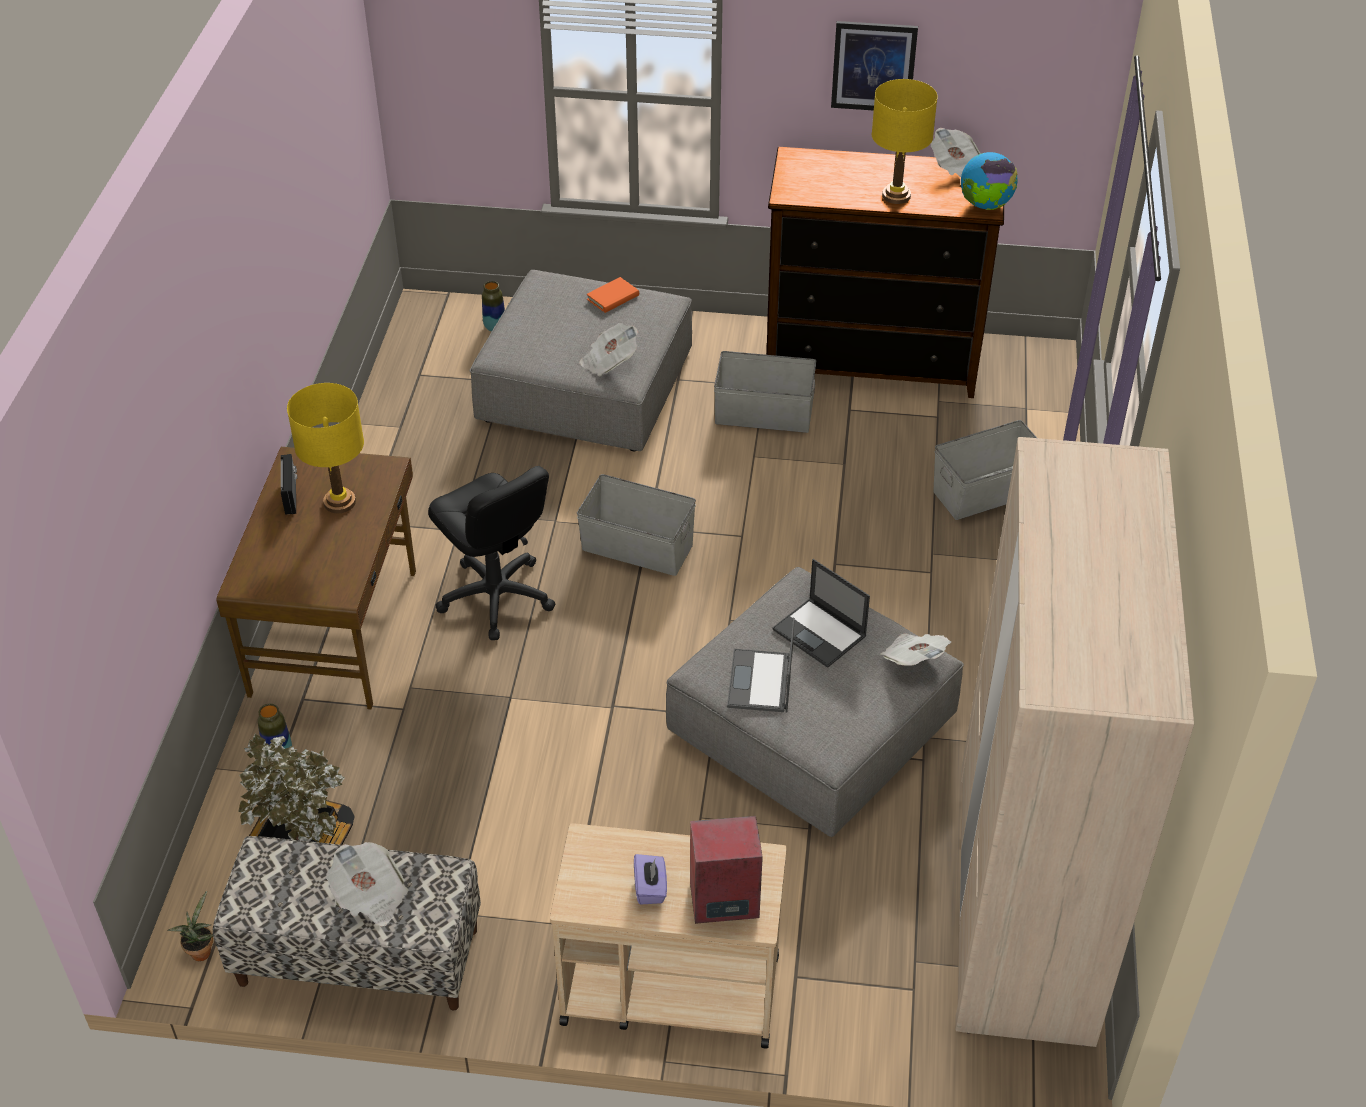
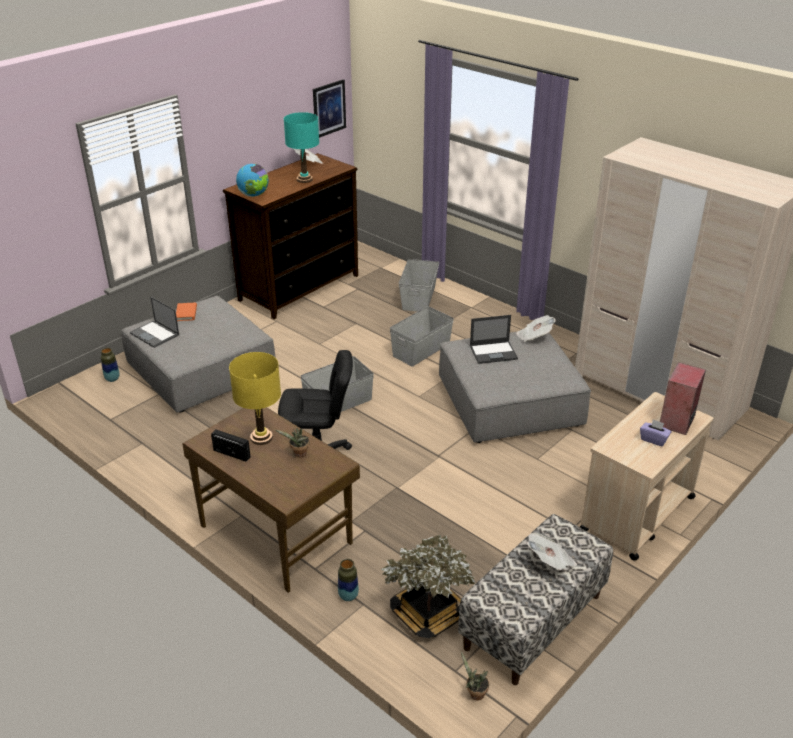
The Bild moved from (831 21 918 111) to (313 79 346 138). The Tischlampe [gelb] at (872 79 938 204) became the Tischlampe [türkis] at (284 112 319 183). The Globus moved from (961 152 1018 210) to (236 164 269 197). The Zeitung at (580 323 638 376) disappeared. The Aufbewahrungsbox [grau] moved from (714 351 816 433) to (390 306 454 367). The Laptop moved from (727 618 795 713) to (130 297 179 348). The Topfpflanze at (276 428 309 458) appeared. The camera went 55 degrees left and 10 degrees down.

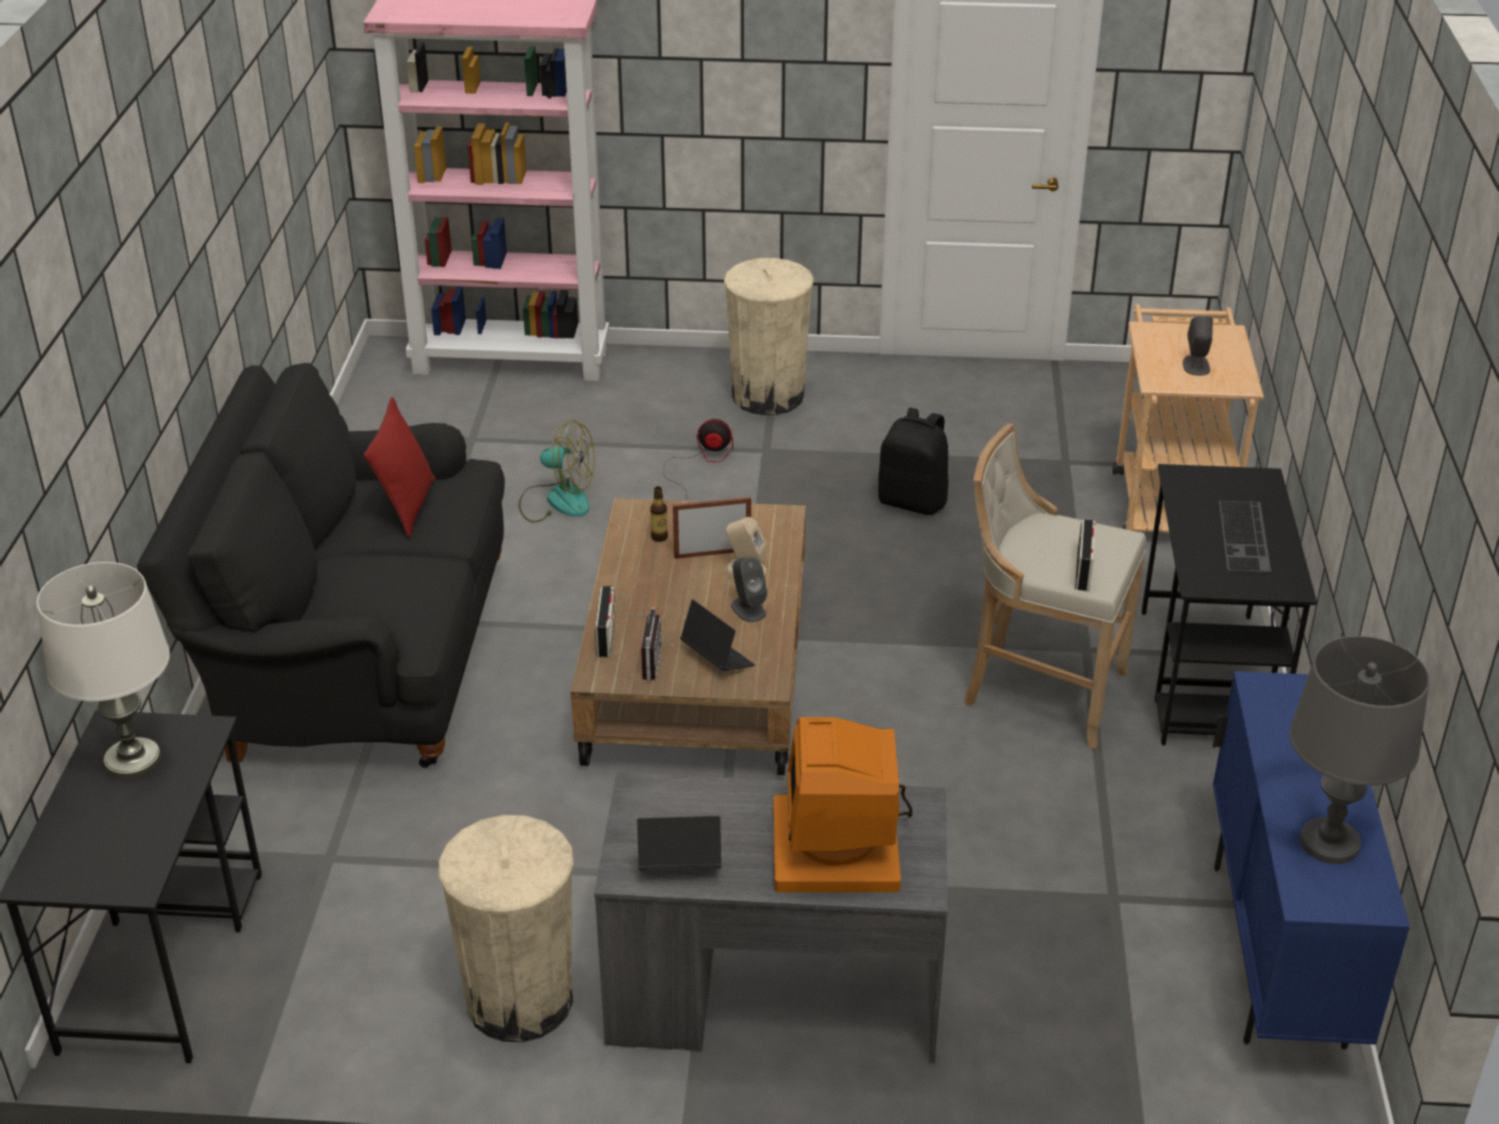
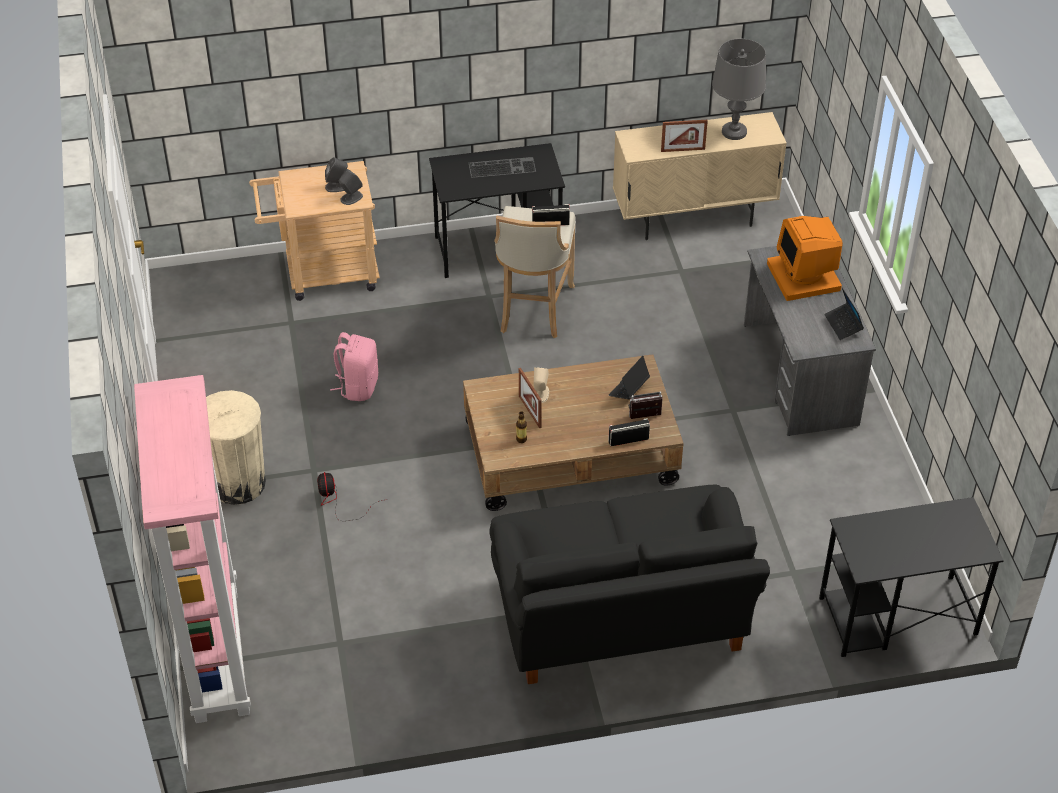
The Kissen [rot] at (364 397 435 538) disappeared. The Rucksack [schwarz] at (878 408 949 515) became the Rucksack [rosa] at (330 332 378 401). The Ventilator at (519 420 595 523) disappeared. The Lautsprecher [grau] moved from (731 557 767 622) to (339 169 363 205). The Tischlampe [weiß] at (37 562 170 780) disappeared. The Schrank [blau] at (1213 671 1410 1050) became the Schrank [beige] at (613 112 787 240). The Monitor at (774 717 913 892) turned 90 degrees clockwise. The Mülleimer [beige] at (439 815 574 1042) disappeared. The Bilderrahmen at (661 120 708 152) appeared. The camera went 105 degrees left and 10 degrees up.

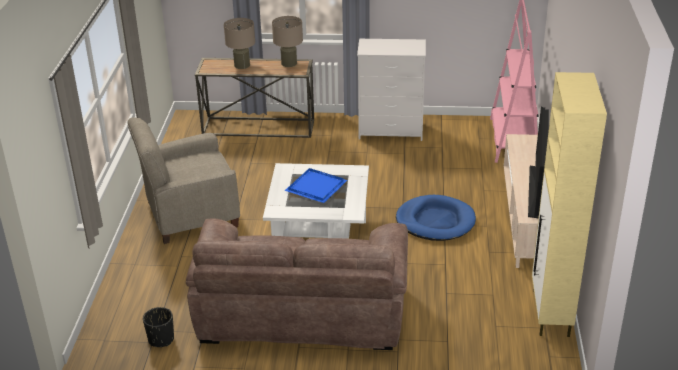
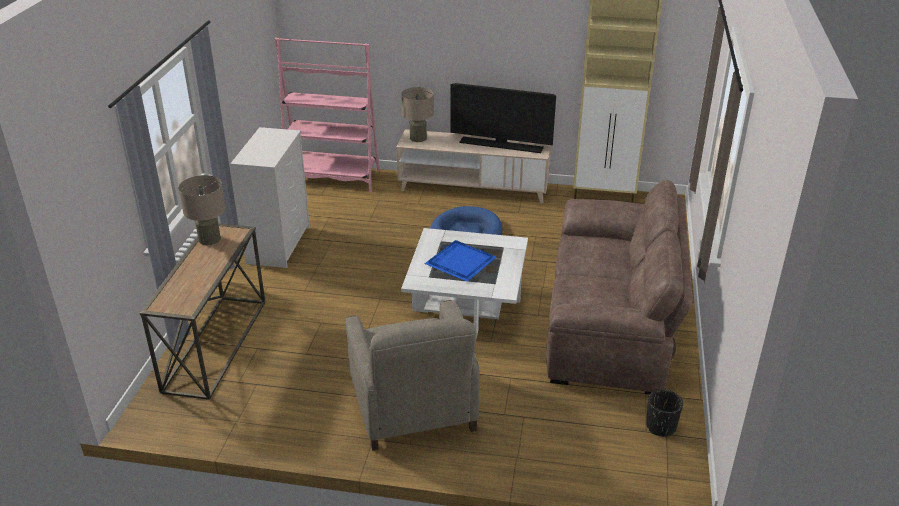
The Tischlampe [beige] moved from (224 18 255 69) to (401 87 434 142). The camera went 85 degrees left and 0 degrees up.

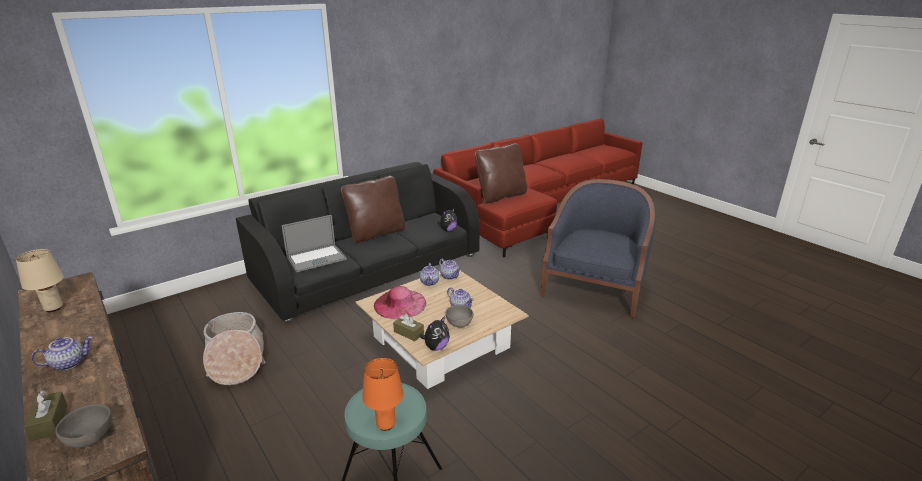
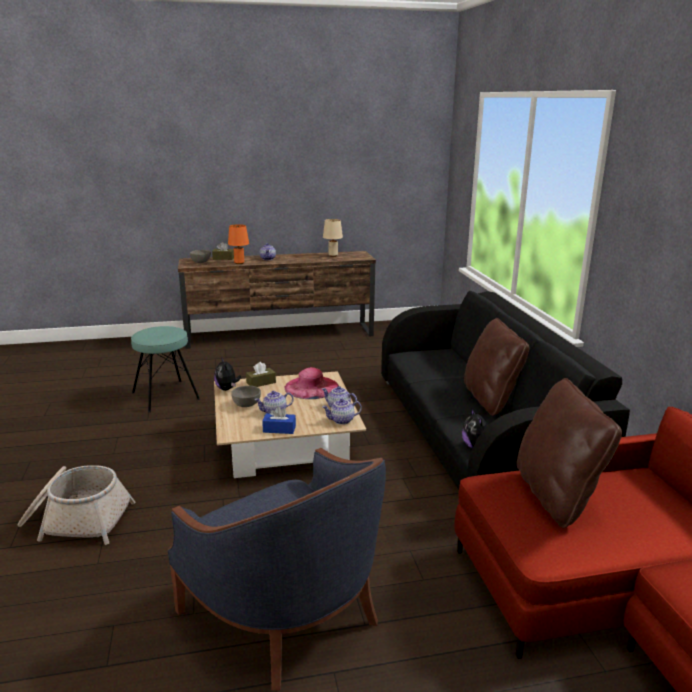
The Laptop at (282 215 347 272) disappeared. The Korb moved from (203 312 266 385) to (18 465 135 545). The Tischlampe [orange] moved from (362 358 404 431) to (228 224 249 264). The Taschentuchbox [blau] at (262 407 296 434) appeared. The camera went 115 degrees right and 5 degrees down.

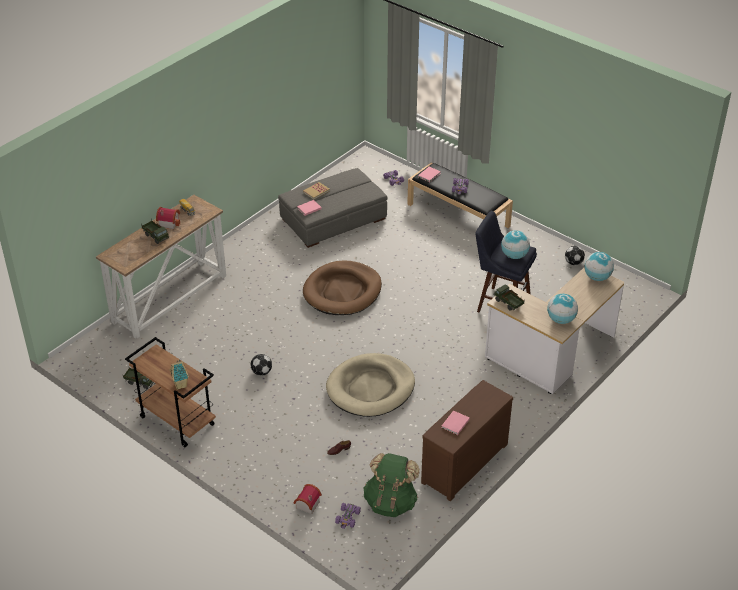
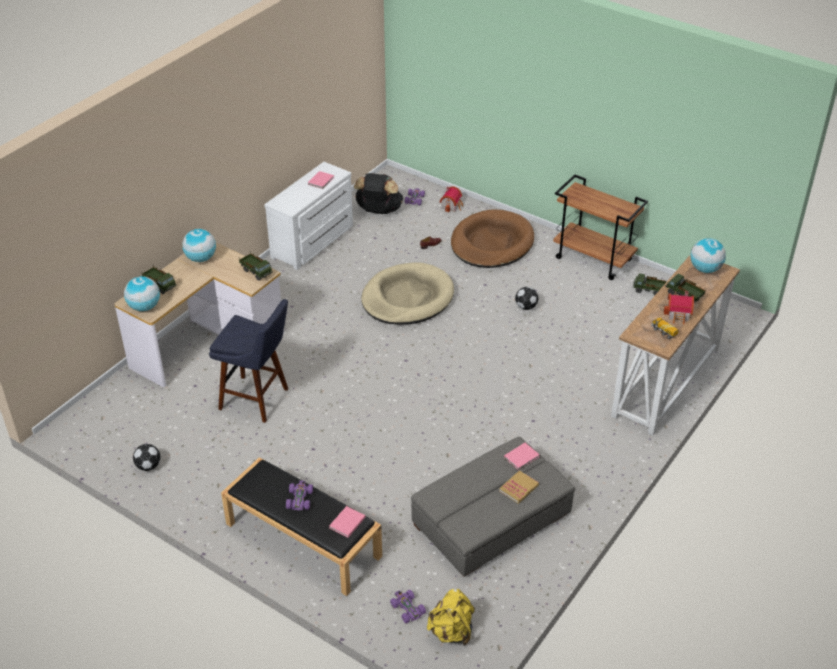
The Globus moved from (501 230 530 259) to (690 238 726 273). The Hundebett [braun] moved from (303 260 382 315) to (451 209 534 268). The Spielzeughaus at (169 359 189 390) disappeared. The Kommode [braun] at (421 380 513 501) became the Kommode [weiß] at (264 162 353 270). The Rucksack [grün] at (363 453 420 517) became the Rucksack [schwarz] at (354 173 403 214). The Spielzeuglaster at (141 266 177 294) appeared. The Rucksack [gelb] at (427 589 475 646) appeared. The camera went 175 degrees right and 0 degrees up.

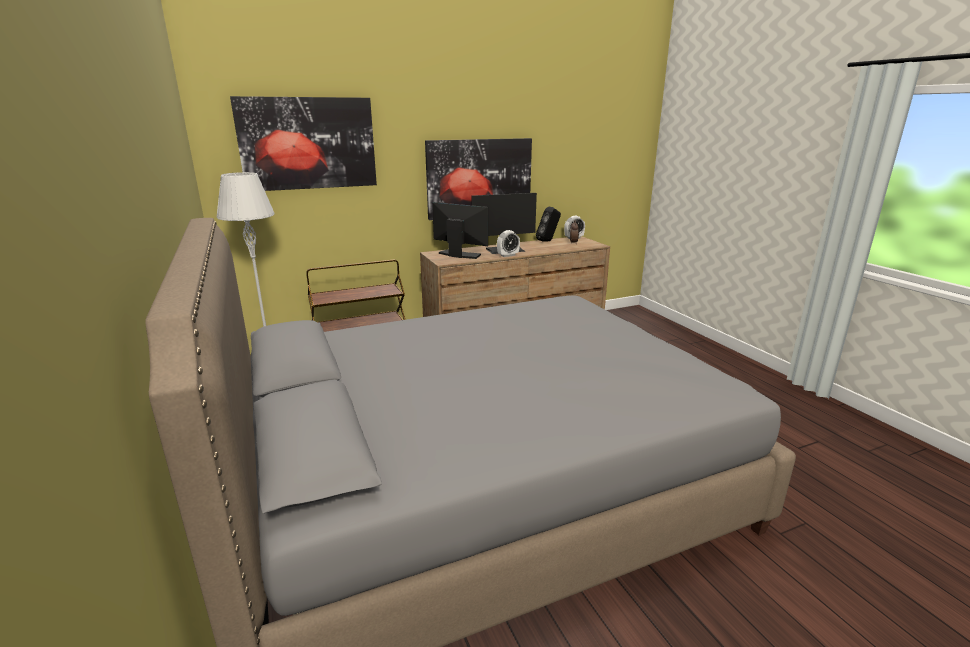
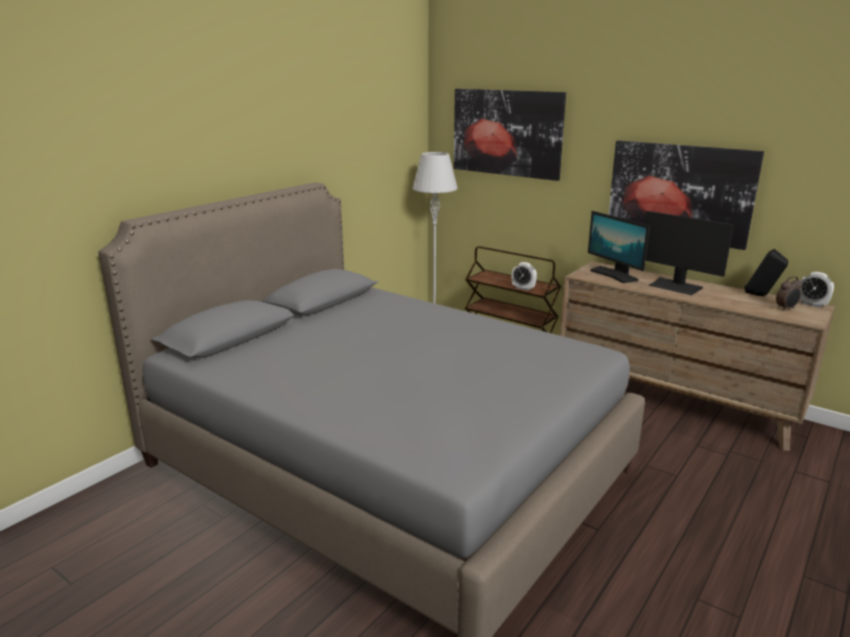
The Monitor at (432 202 488 259) turned 150 degrees clockwise. The Wecker moved from (497 230 520 257) to (512 262 537 291). The camera went 60 degrees right and 0 degrees up.

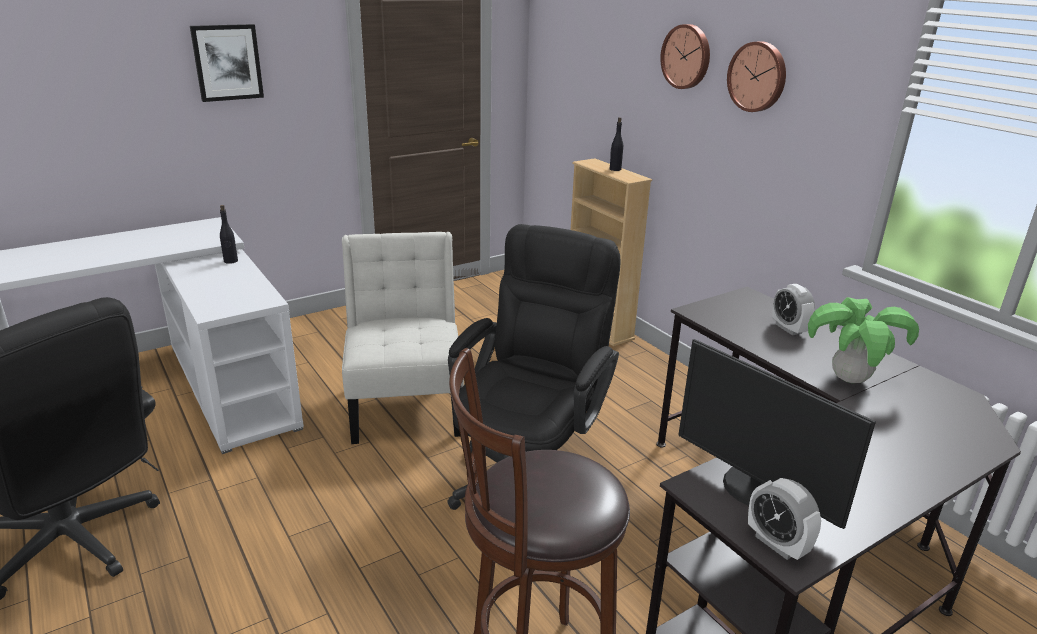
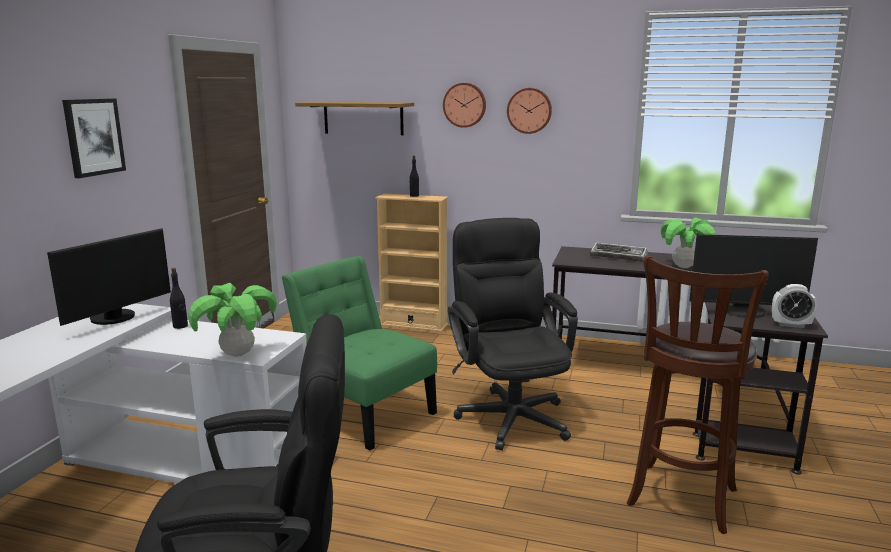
The Stuhl [weiß] at (342 232 464 444) became the Stuhl [grün] at (282 256 437 451). The Wecker at (772 284 815 335) was replaced by the Tastatur at (590 243 648 262). The Wandregal at (295 102 414 135) appeared. The Monitor at (47 228 171 326) appeared. The Topfpflanze at (188 283 277 357) appeared. The camera went 40 degrees left and 10 degrees down.

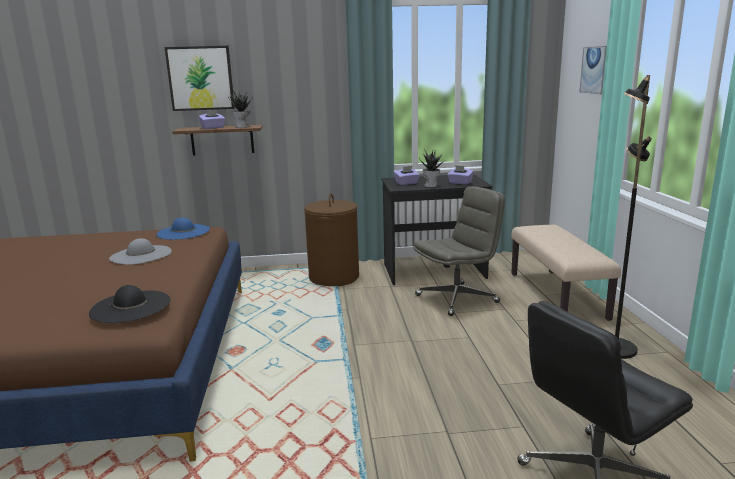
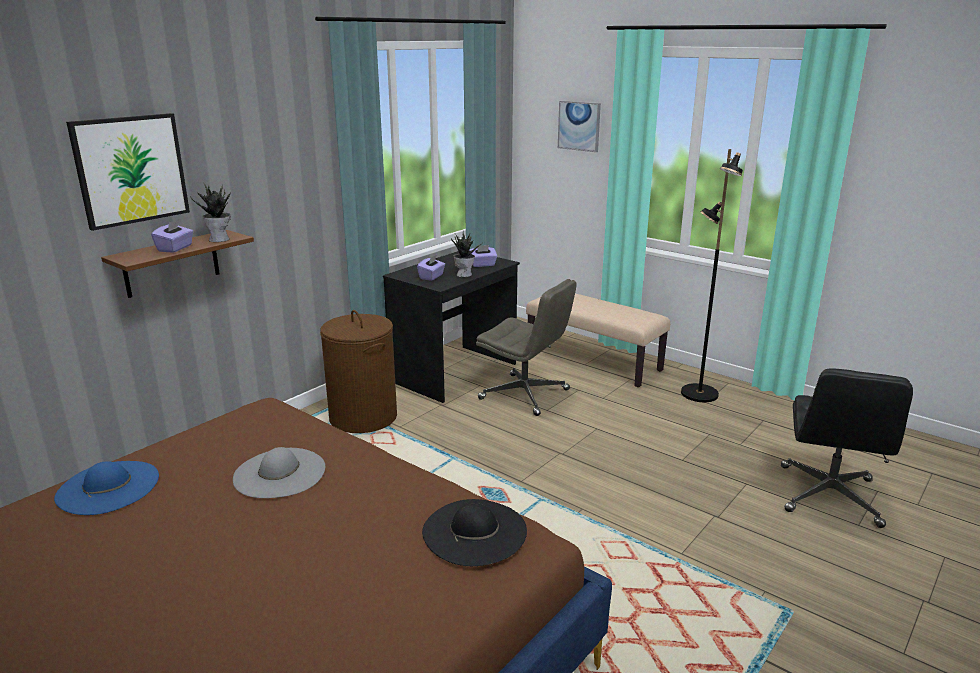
The Bürostuhl [grau] at (413 186 505 316) turned 105 degrees clockwise. The Hut [blau] moved from (157 217 210 240) to (54 461 159 515). The camera went 45 degrees left and 5 degrees up.

